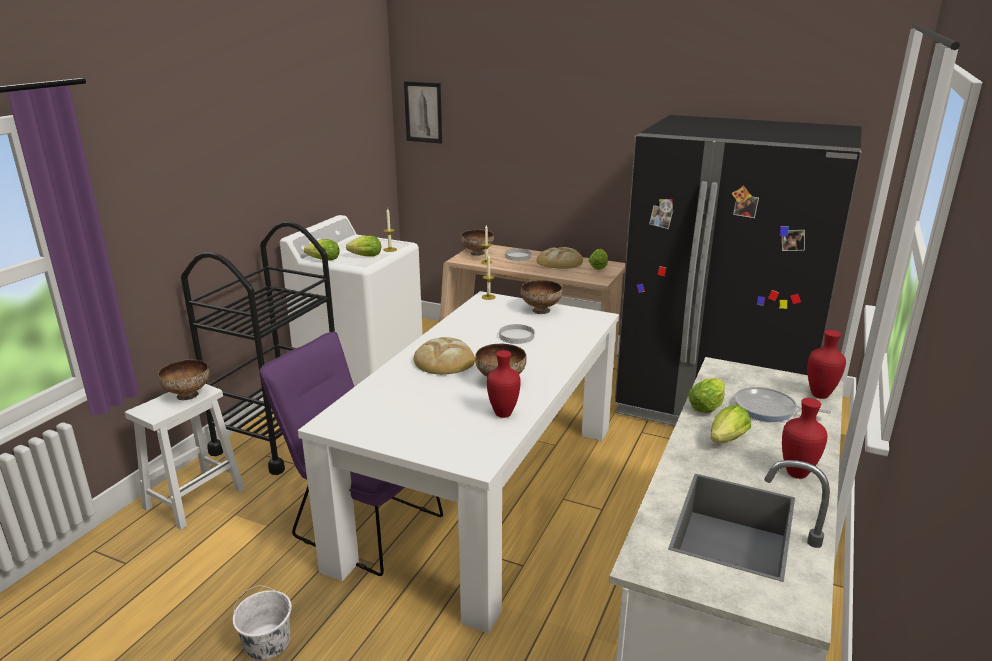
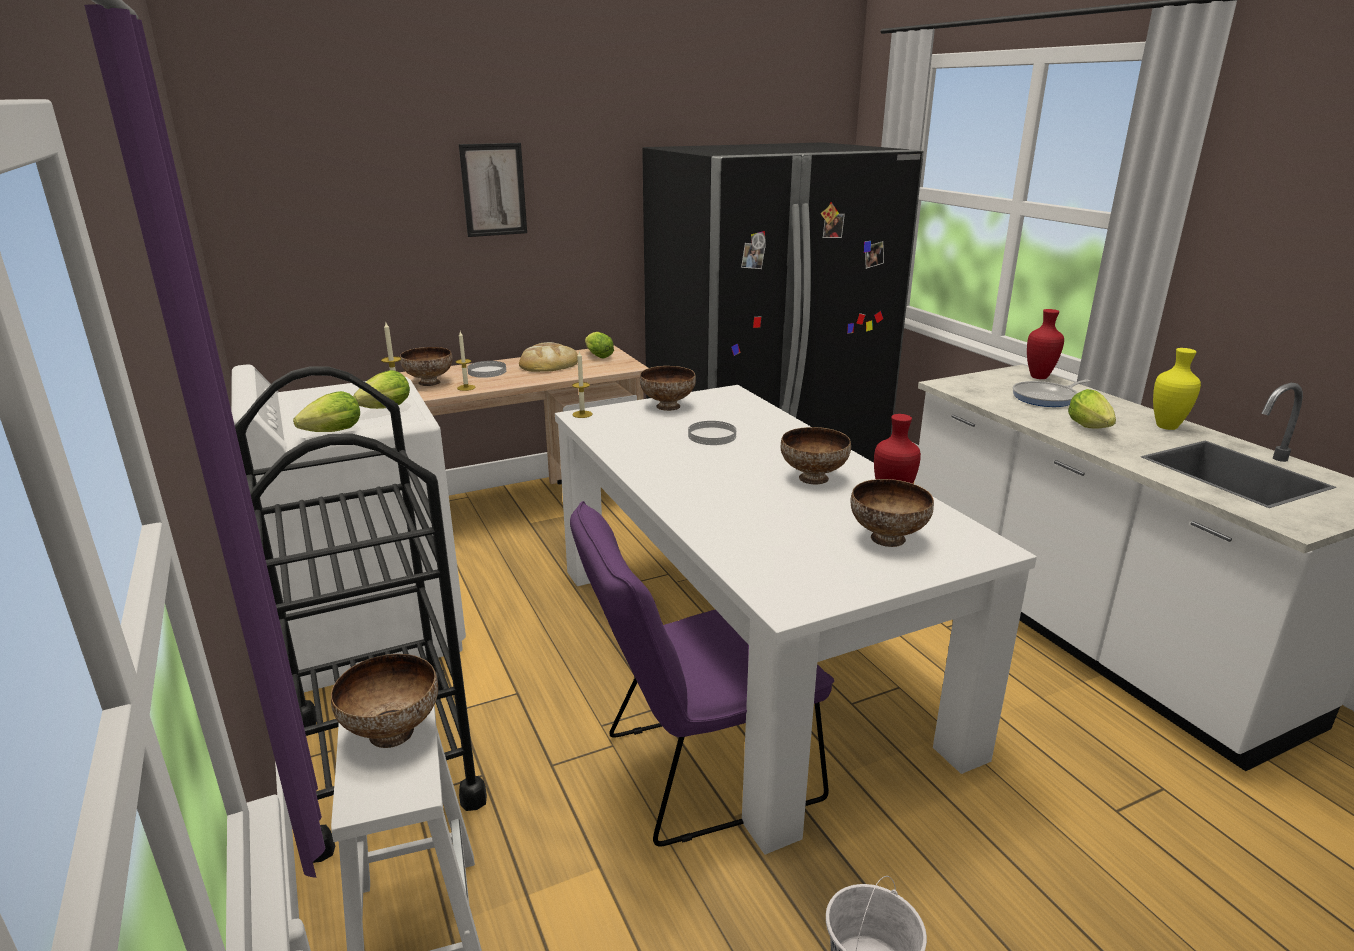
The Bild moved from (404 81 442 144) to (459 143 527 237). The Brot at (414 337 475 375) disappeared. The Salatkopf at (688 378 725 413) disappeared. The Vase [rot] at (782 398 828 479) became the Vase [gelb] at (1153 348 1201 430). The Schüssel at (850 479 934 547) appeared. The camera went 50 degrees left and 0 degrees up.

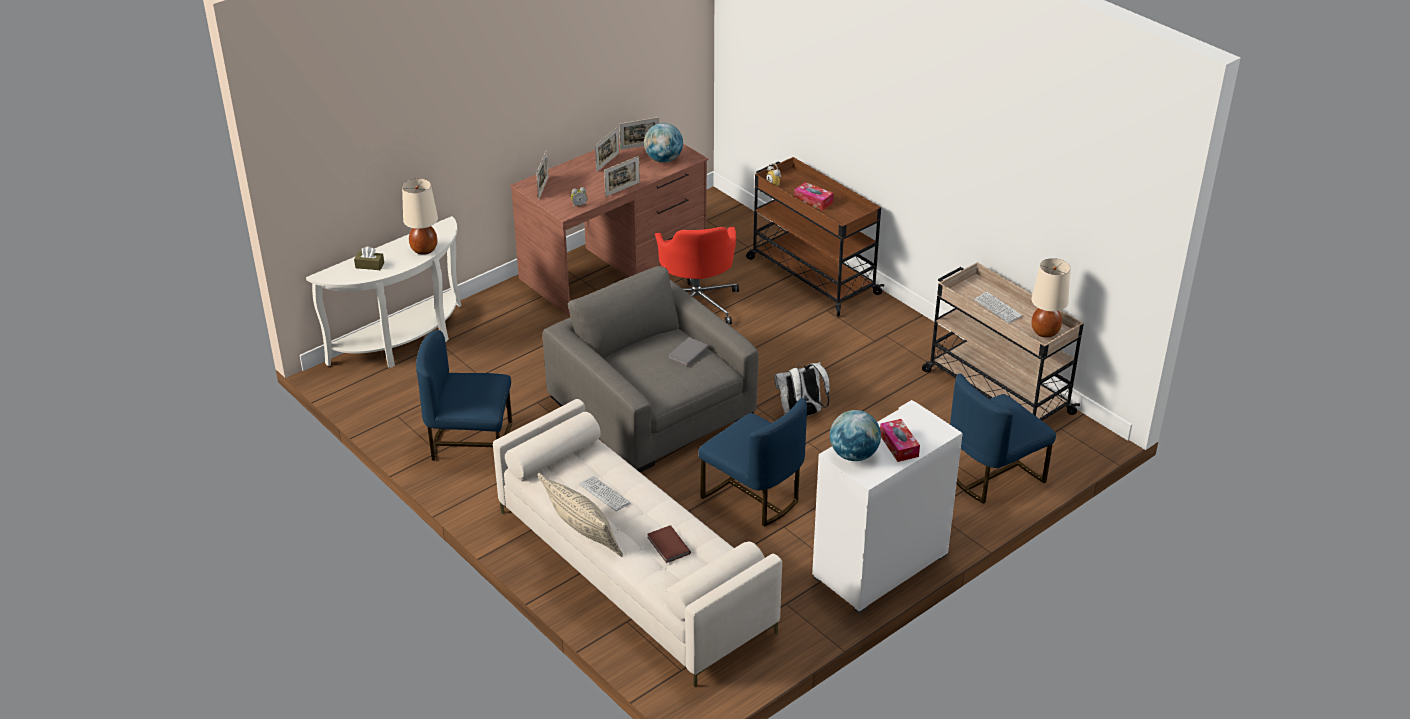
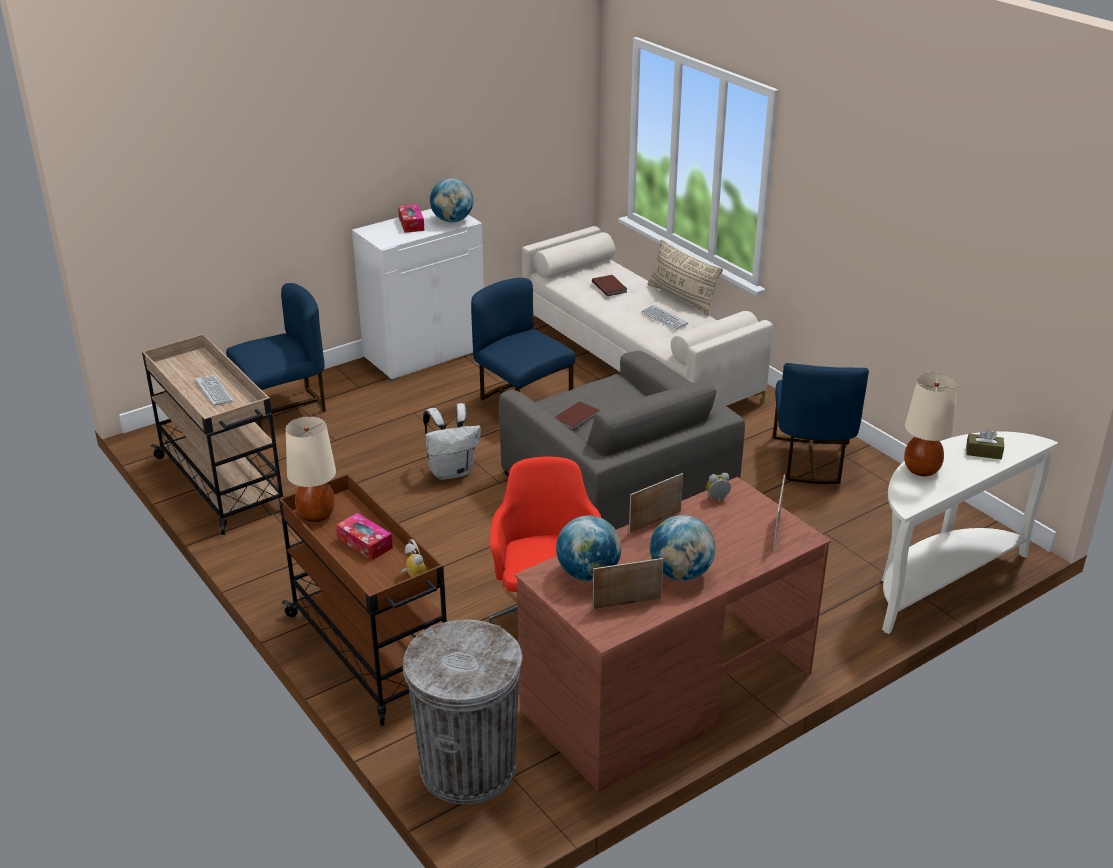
The Bilderrahmen at (595 127 619 172) was replaced by the Globus at (650 515 715 581). The Tischlampe [beige] moved from (1031 258 1070 338) to (286 416 336 522). The Stuhl [blau] at (416 330 512 461) turned 90 degrees clockwise. The Buch [grau] at (668 337 709 366) became the Buch [braun] at (555 401 599 431). The Mülleimer [grau] at (403 619 523 804) appeared. The camera went 175 degrees left and 5 degrees down.

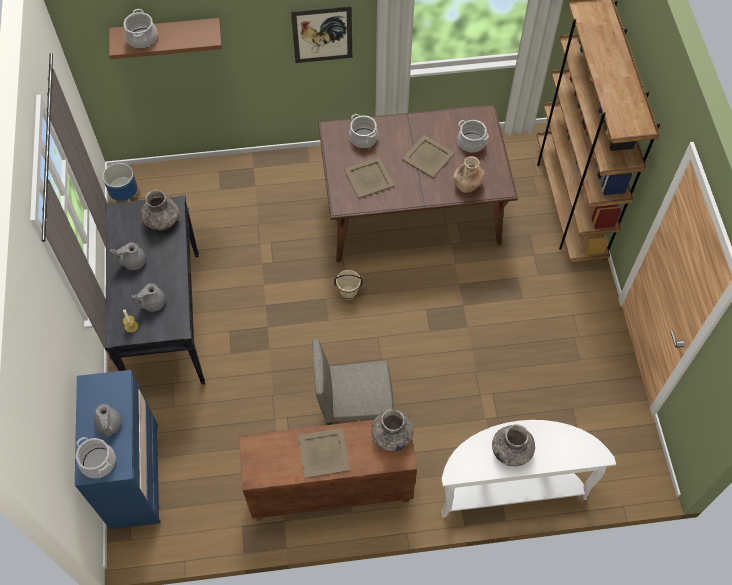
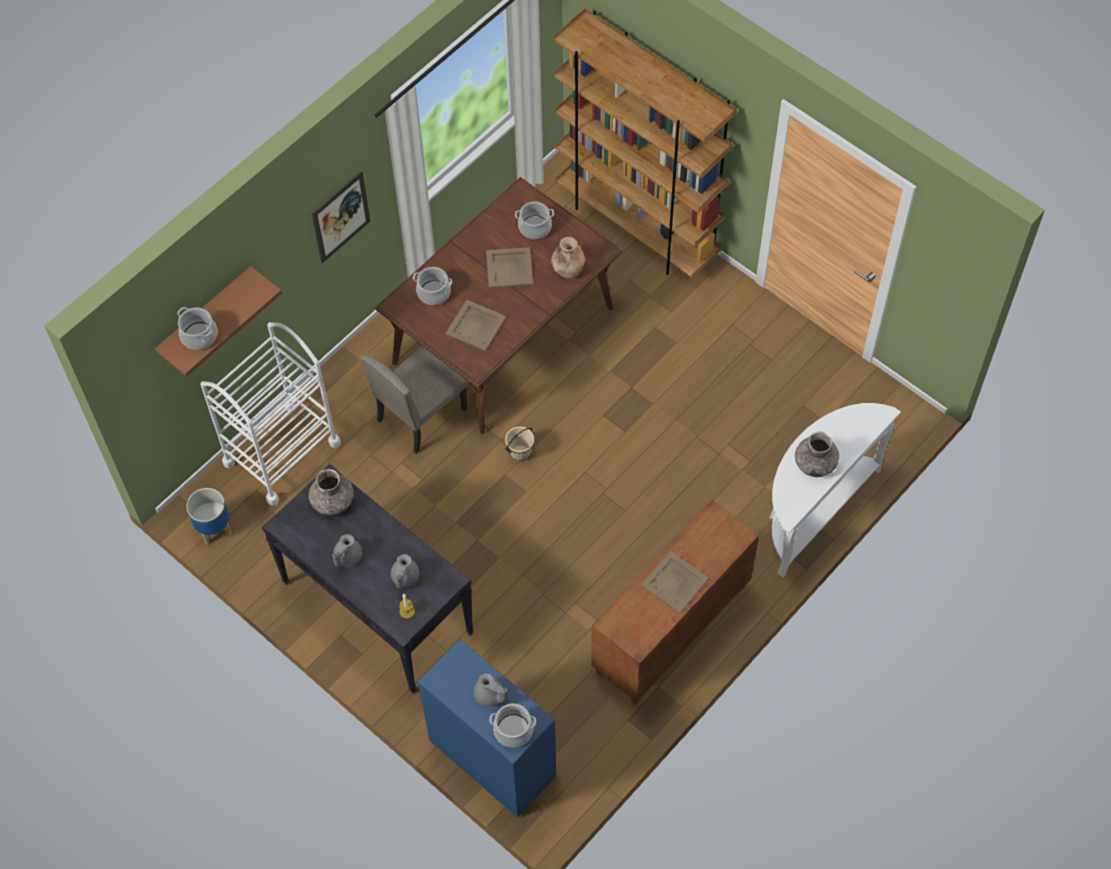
The Stuhl [beige] moved from (312 339 393 425) to (361 346 467 454). The Vase [grau] at (371 409 413 451) disappeared. The Rollwagen [weiß] at (200 322 341 506) appeared. The camera went 40 degrees left and 0 degrees up.

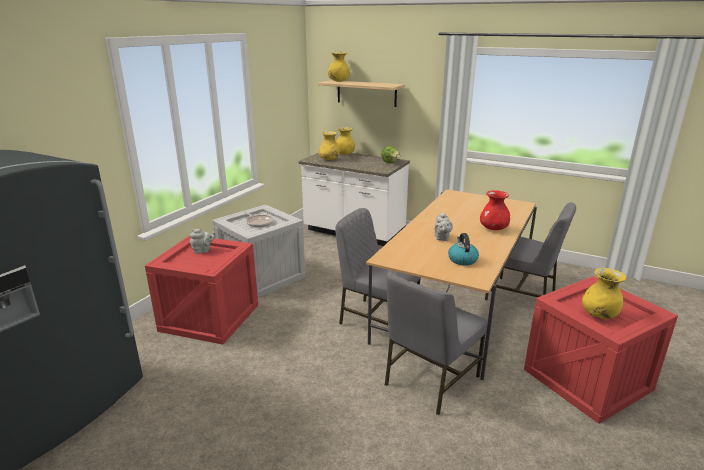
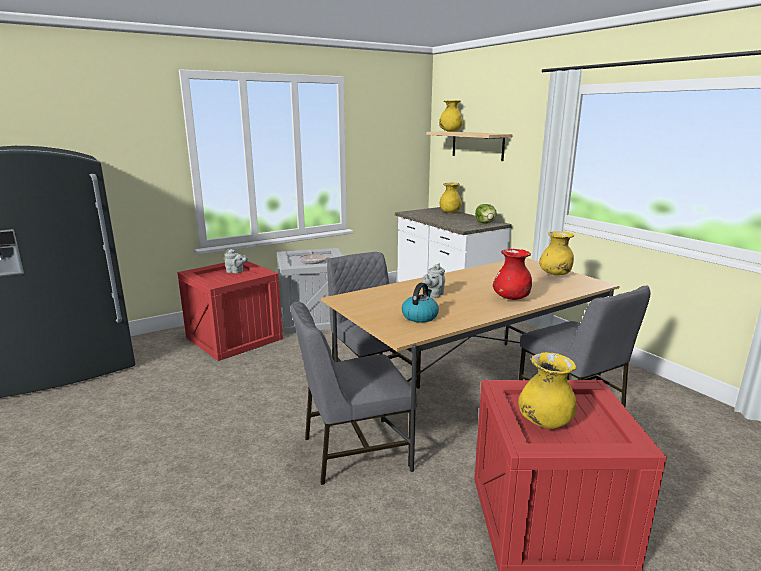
The Vase [gelb] moved from (319 131 340 160) to (539 231 574 276). The camera went 30 degrees right and 5 degrees down.

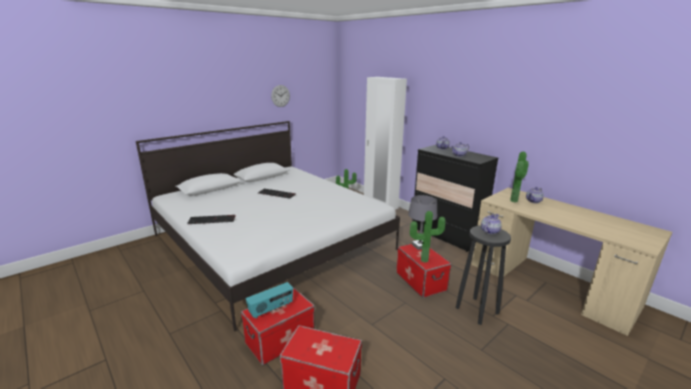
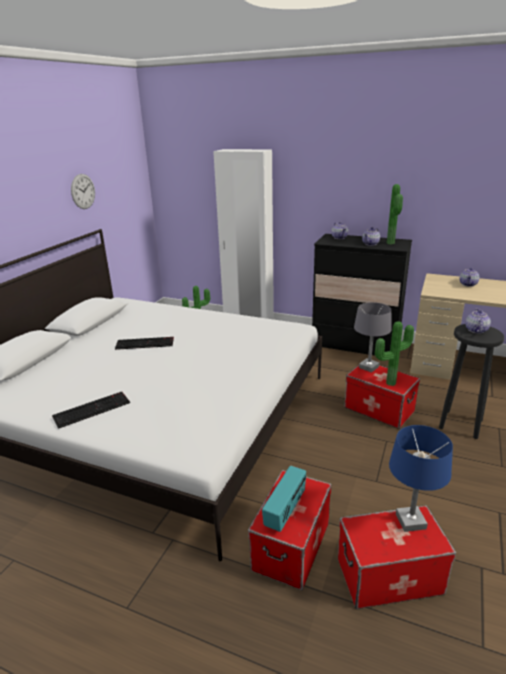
The Topfpflanze moved from (510 152 529 202) to (387 184 403 244). The Tischlampe [blau] at (389 425 453 532) appeared. The camera went 25 degrees left and 5 degrees up.

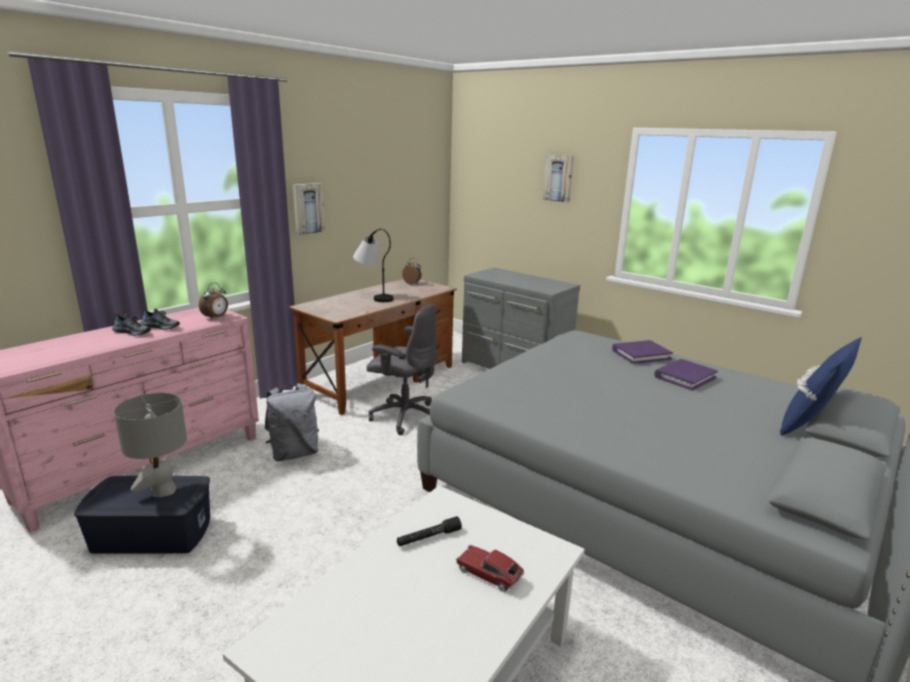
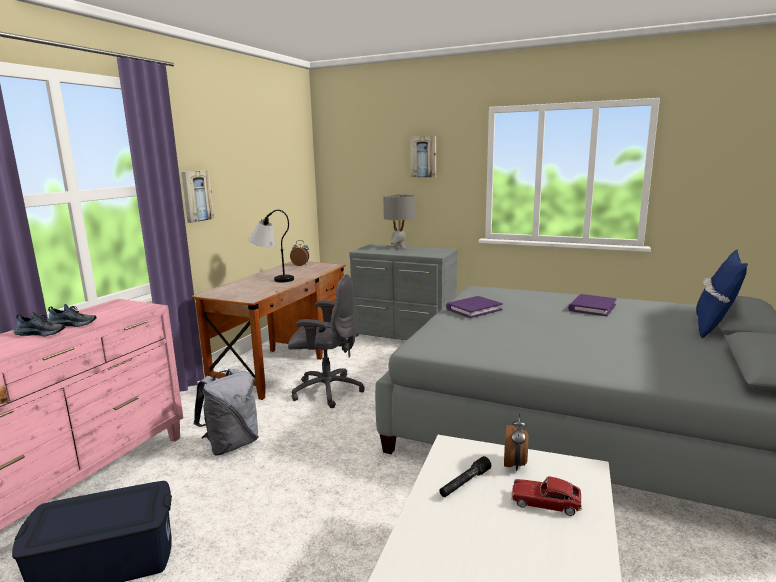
The Wecker moved from (199 283 228 319) to (504 414 529 471). The Buch [lila] moved from (612 340 673 364) to (446 296 503 318). The Tischlampe [grau] moved from (114 393 187 497) to (383 195 415 249). The camera went 15 degrees left and 5 degrees down.

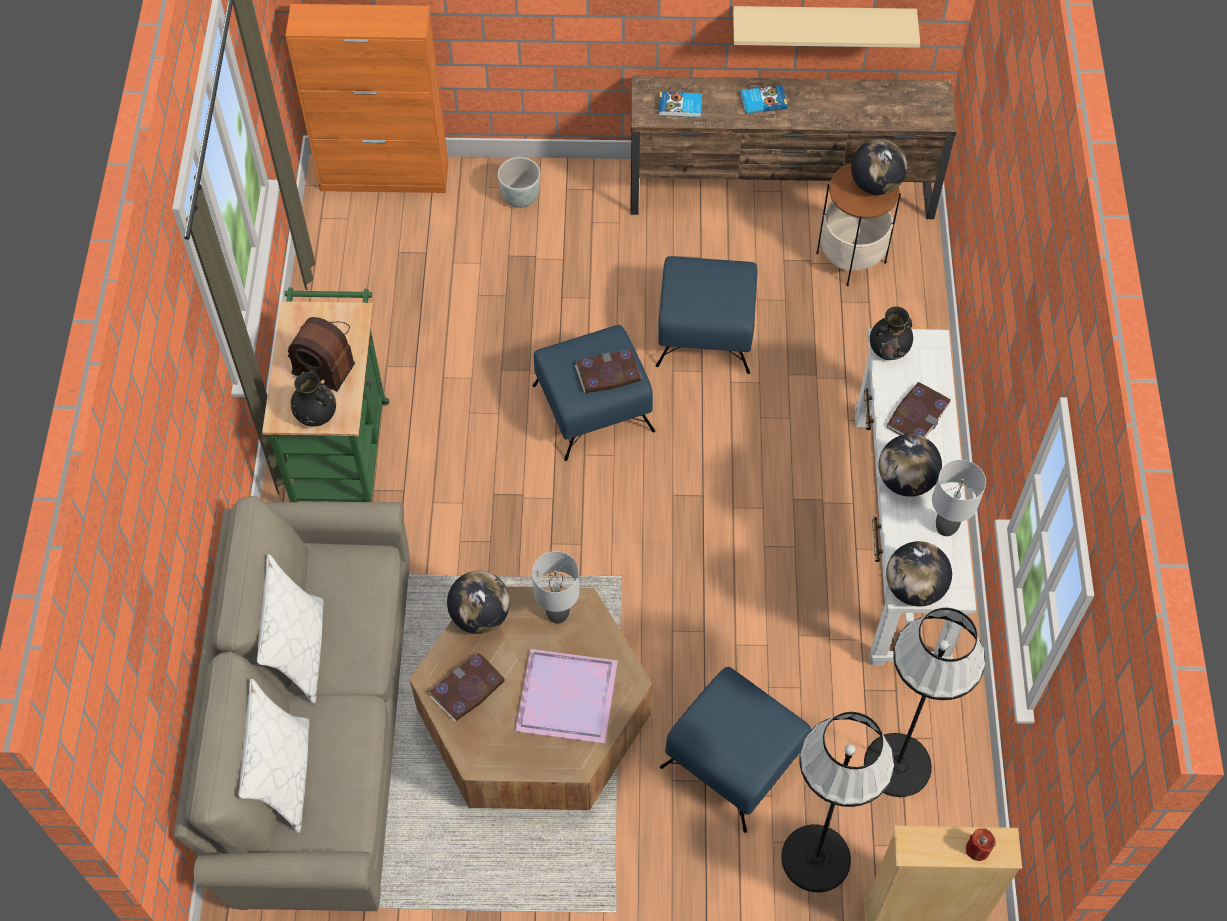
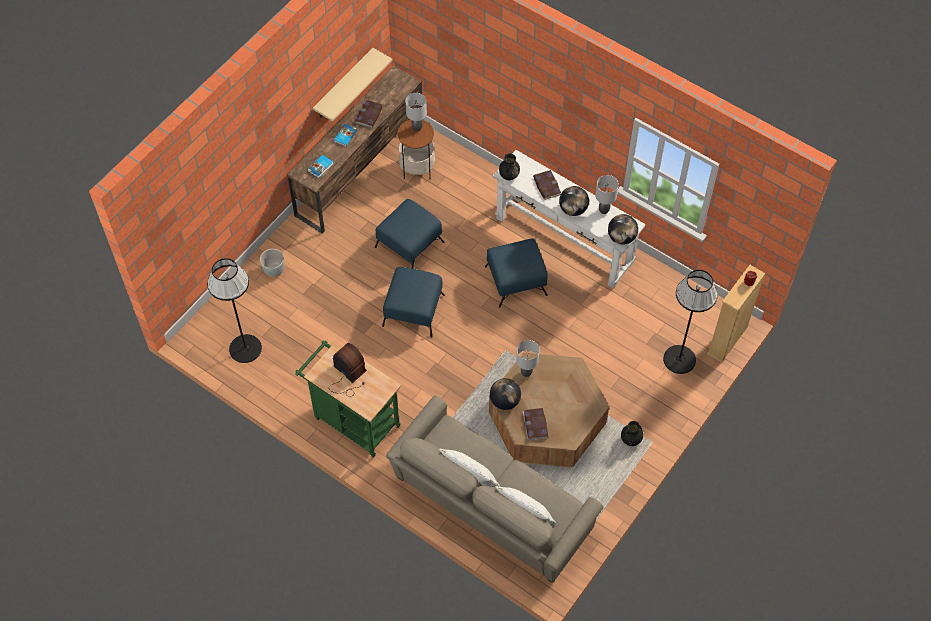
The Schrank [orange] at (285 4 448 193) disappeared. The Globus at (851 139 907 195) was replaced by the Tischlampe [grau] at (406 93 427 132). The Radio at (288 317 355 391) turned 105 degrees counterclockwise. The Buch moved from (575 350 642 393) to (355 100 383 128). The Vase [schwarz] moved from (291 372 336 426) to (621 421 643 446). The Stehlampe [schwarz] moved from (864 608 985 797) to (207 258 262 363). The Tablett [lila] at (515 649 618 743) disappeared. The Polsterhocker [blau] moved from (660 667 811 833) to (485 238 548 308). The camera went 55 degrees left and 0 degrees up.

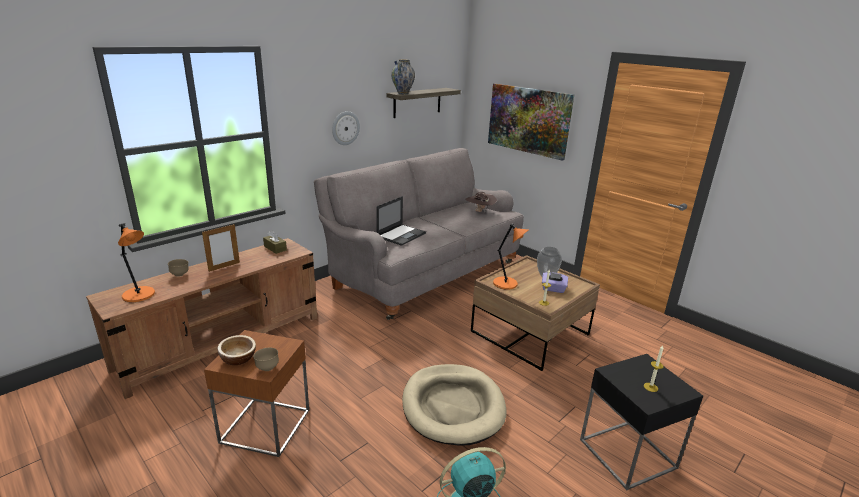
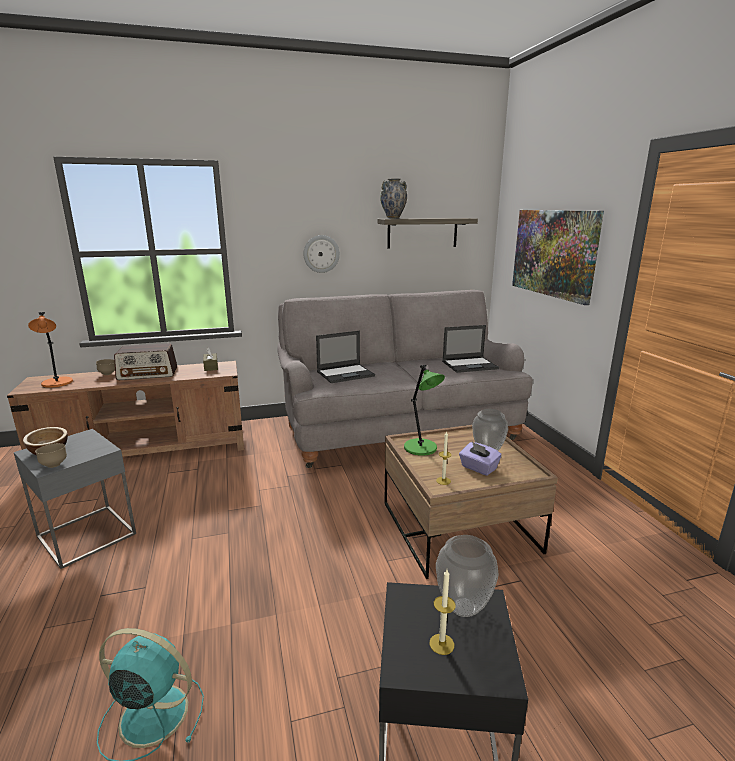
The Hut [braun] at (465 192 497 212) was replaced by the Laptop at (442 325 499 373). The Tischlampe [orange] at (493 223 528 290) became the Tischlampe [grün] at (404 365 445 456). The Bilderrahmen at (202 224 240 272) was replaced by the Radio at (114 343 177 380). The Beistelltisch [braun] at (204 330 309 457) became the Beistelltisch [grau] at (14 429 136 569). The Hundebett [beige] at (402 364 507 445) disappeared. The Vase at (436 535 499 617) appeared. The camera went 30 degrees right and 5 degrees down.

